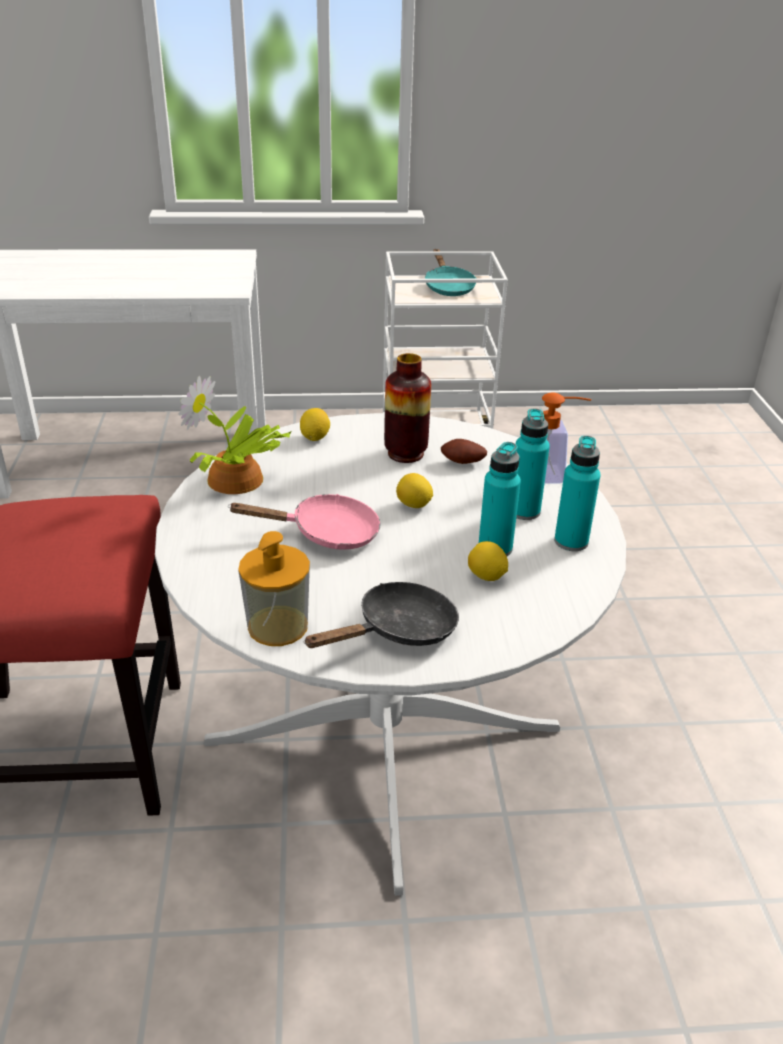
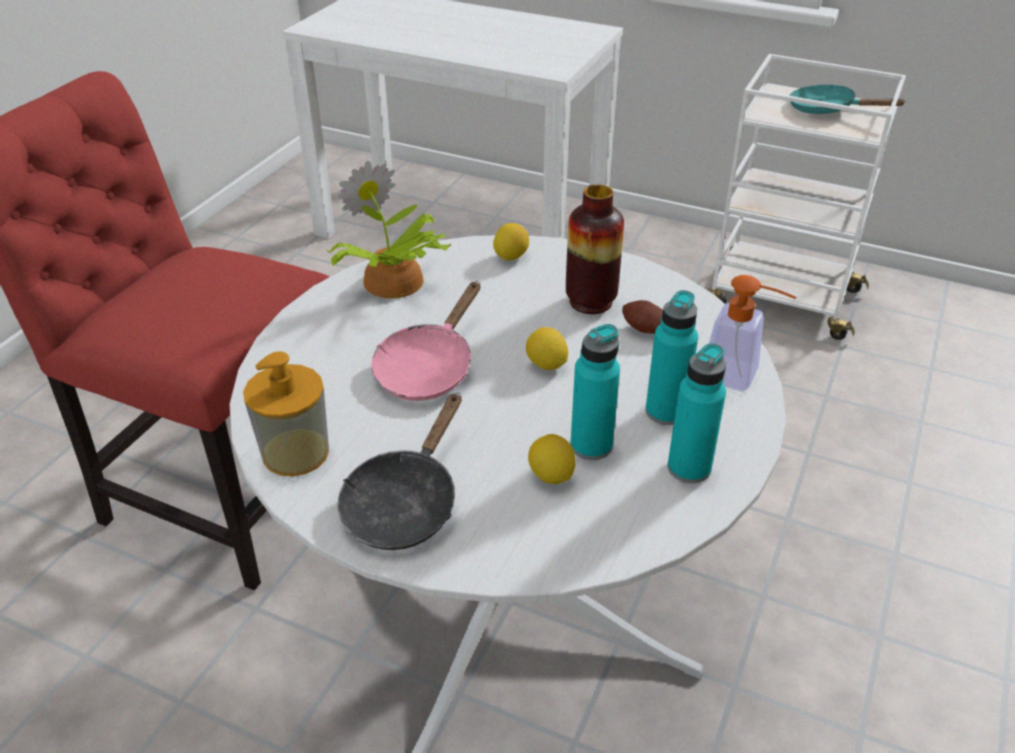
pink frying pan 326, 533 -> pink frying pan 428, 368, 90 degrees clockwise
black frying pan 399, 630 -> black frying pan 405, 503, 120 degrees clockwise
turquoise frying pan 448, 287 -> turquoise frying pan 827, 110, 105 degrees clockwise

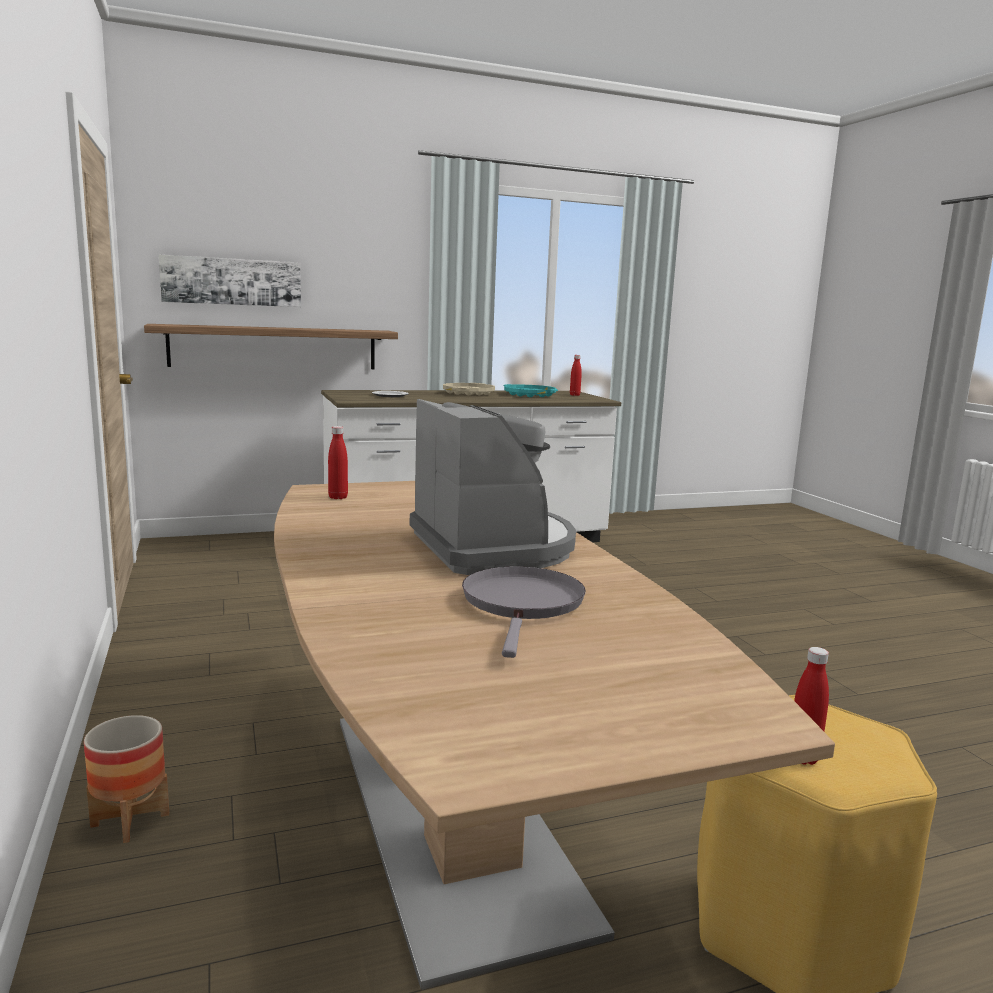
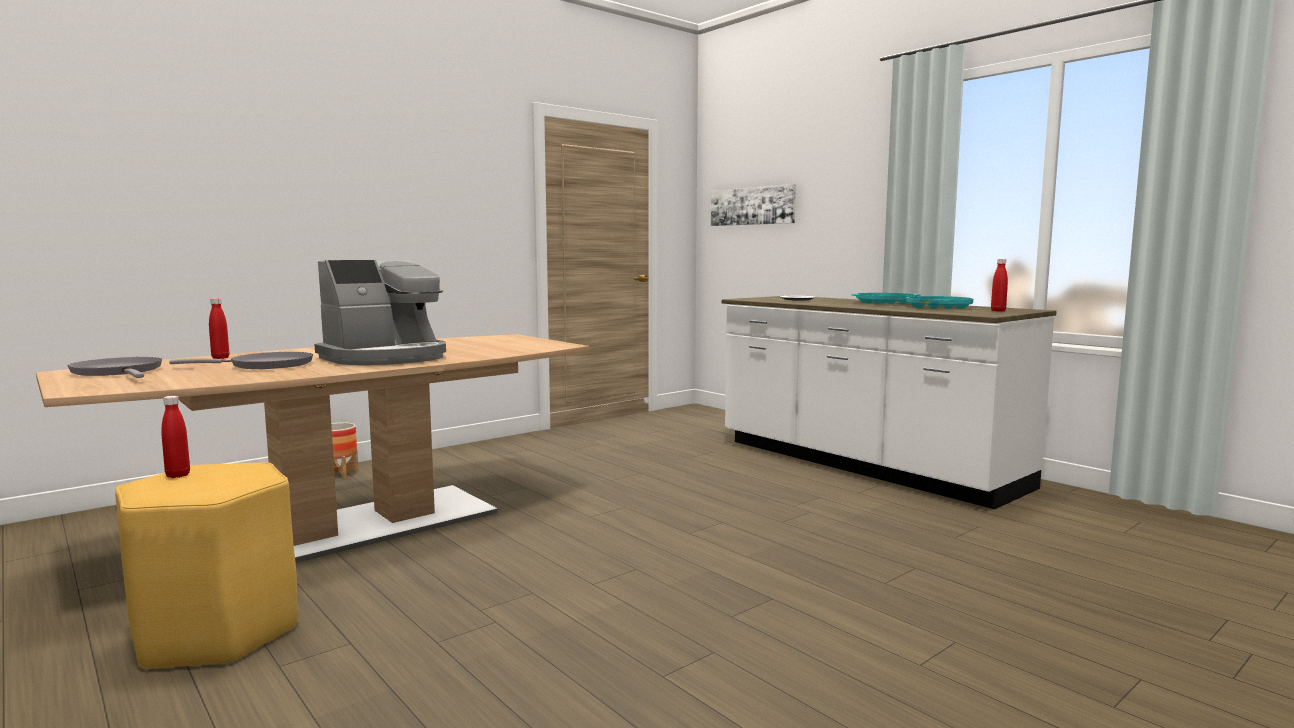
shelf 274, 347 -> none
none -> grey frying pan 119, 372
red bottle 338, 497 -> red bottle 220, 358, shifted
beige tray 468, 393 -> turquoise tray 885, 303

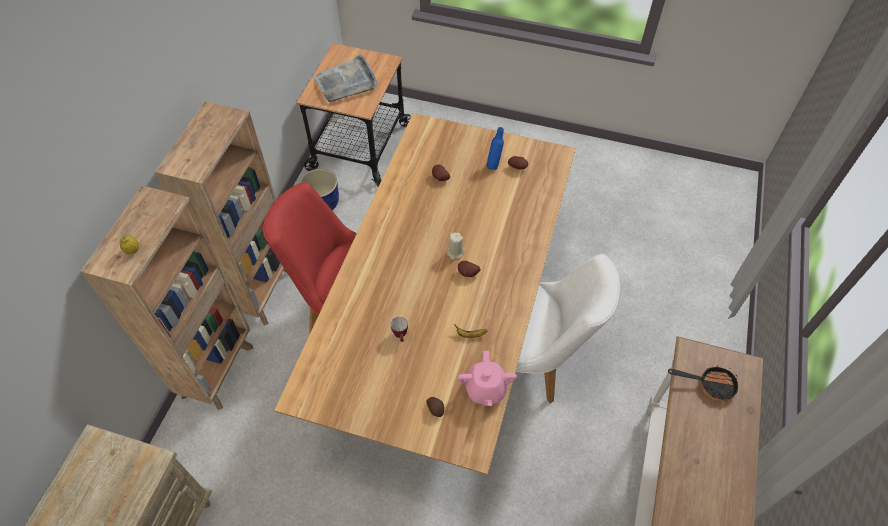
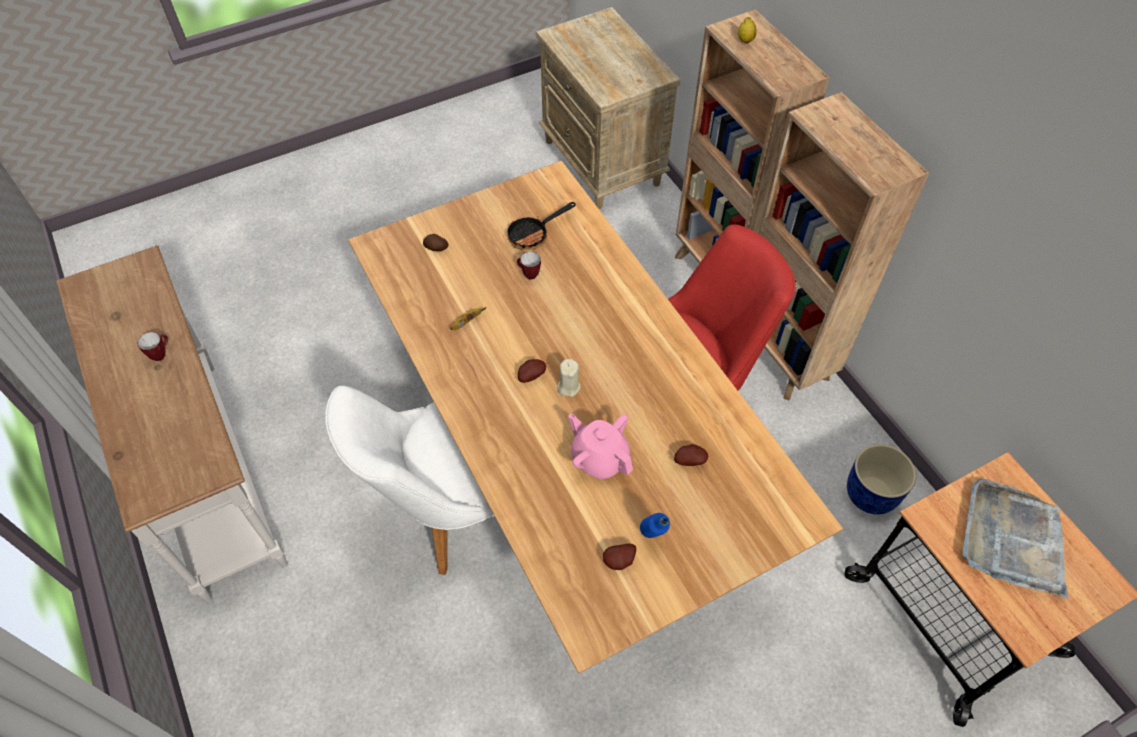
none -> mug 161, 354
pink teapot 485, 389 -> pink teapot 599, 458, shifted
frying pan 710, 384 -> frying pan 533, 235, shifted

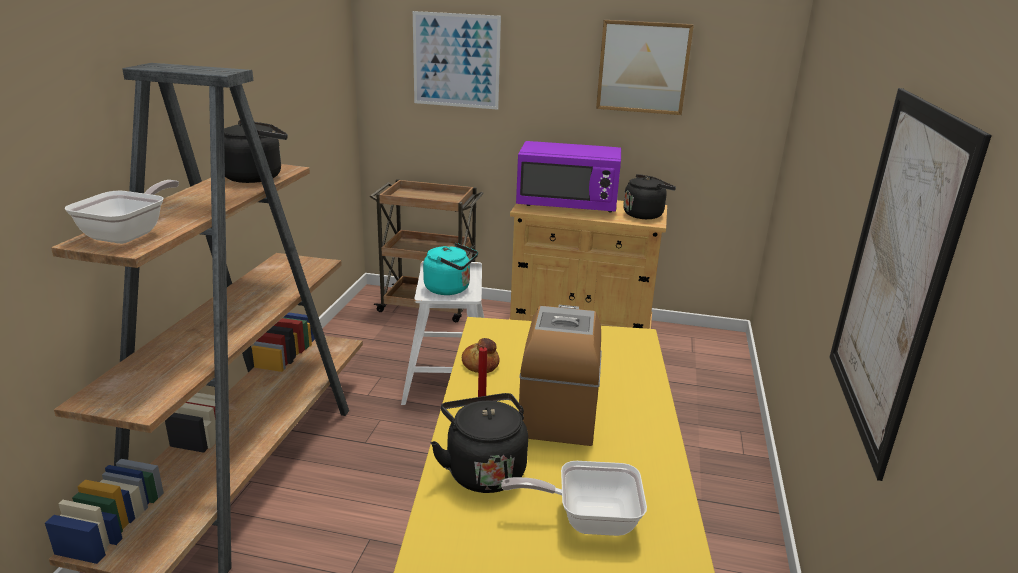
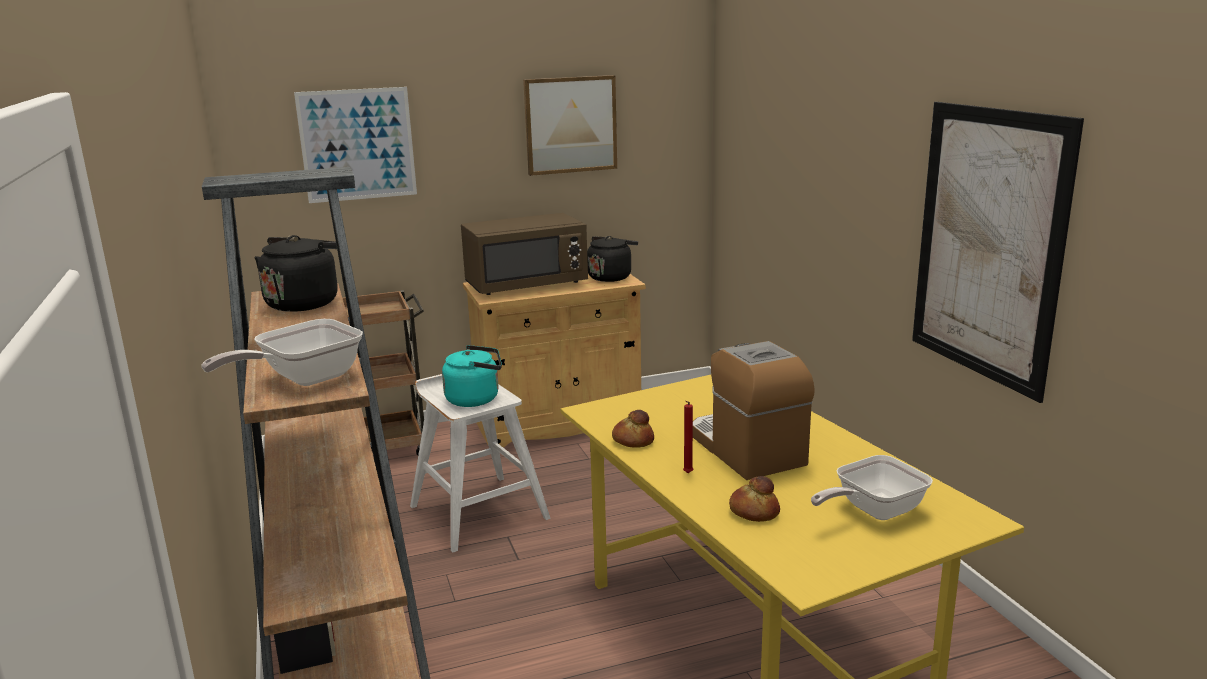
black kettle 483, 470 -> bread 754, 511
purple microwave 567, 205 -> brown microwave 526, 285
frying pan 130, 234 -> frying pan 303, 379, 120 degrees counterclockwise

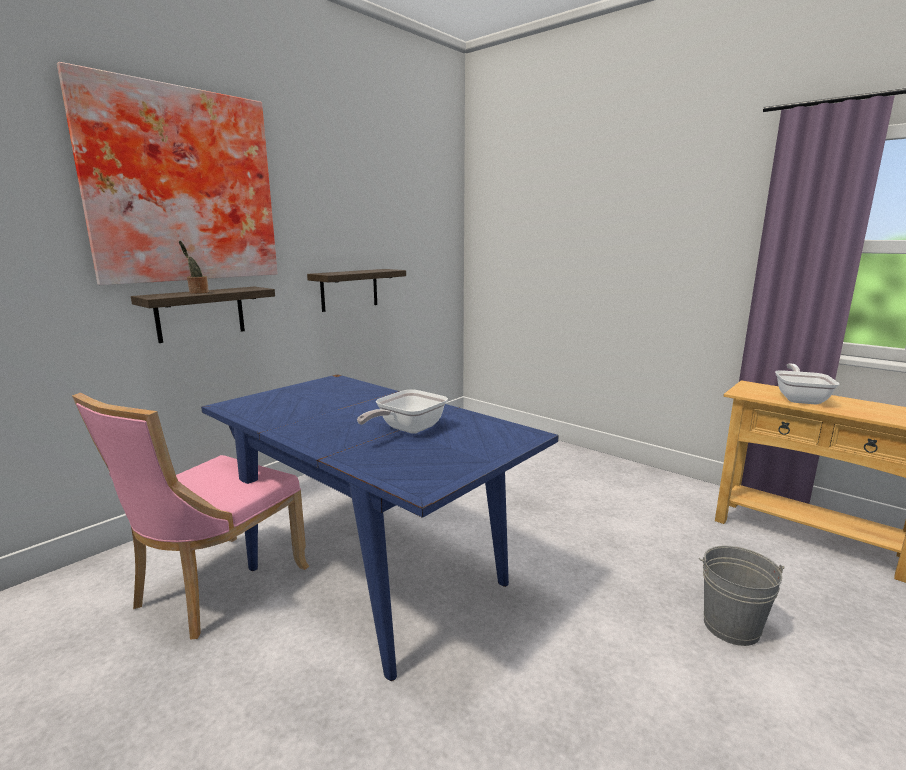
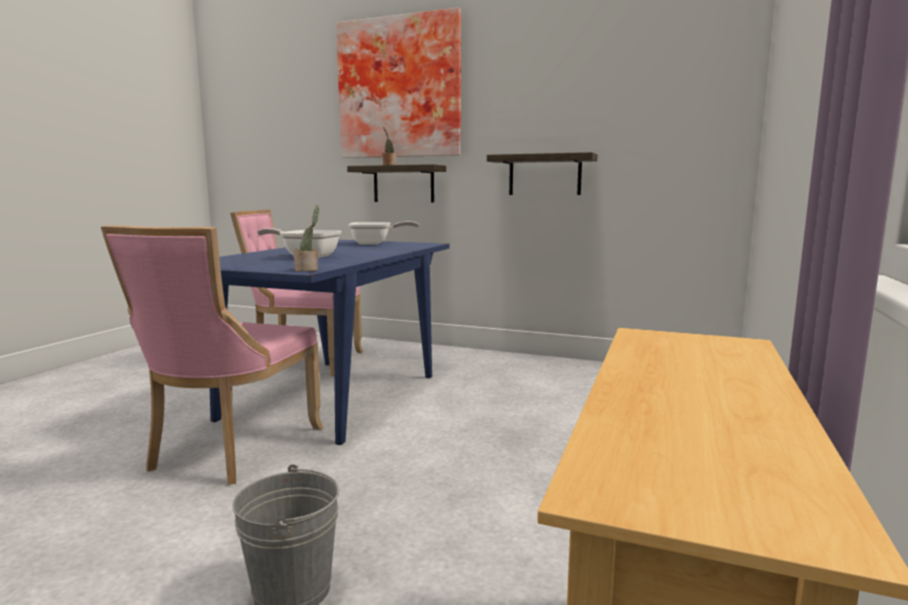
none -> pink chair 230, 449
none -> potted plant 308, 270
frying pan 800, 398 -> frying pan 375, 243, shifted

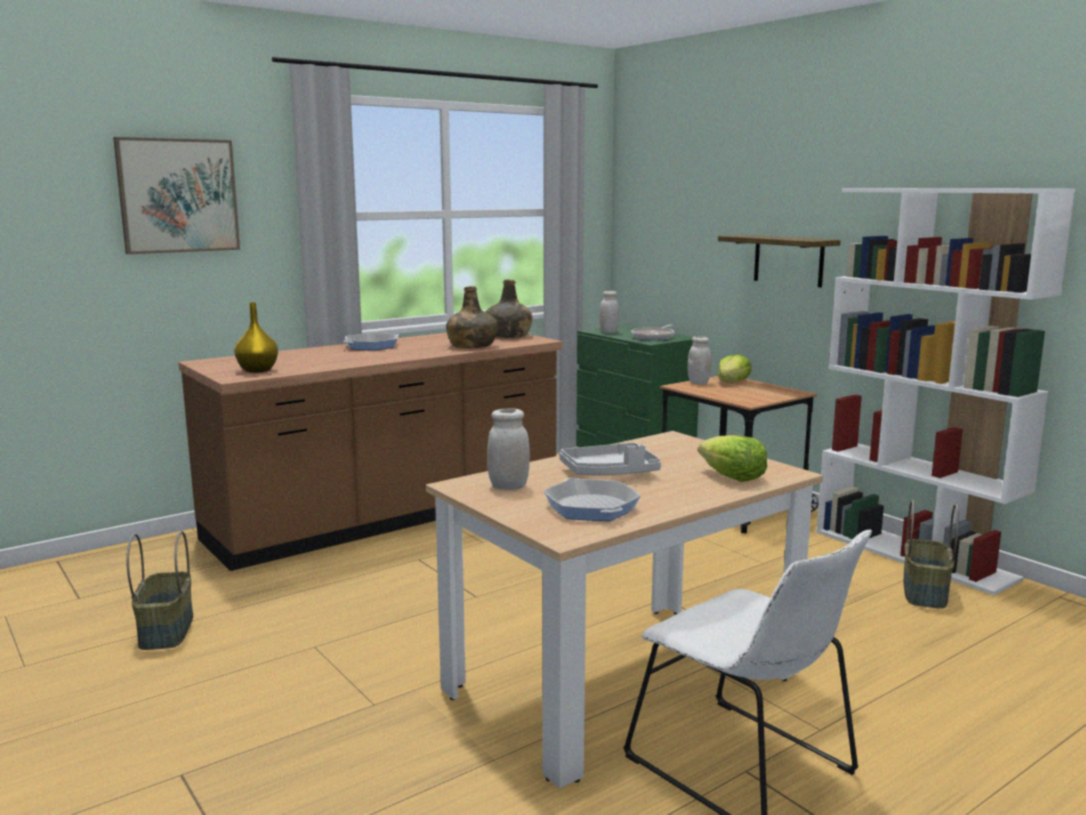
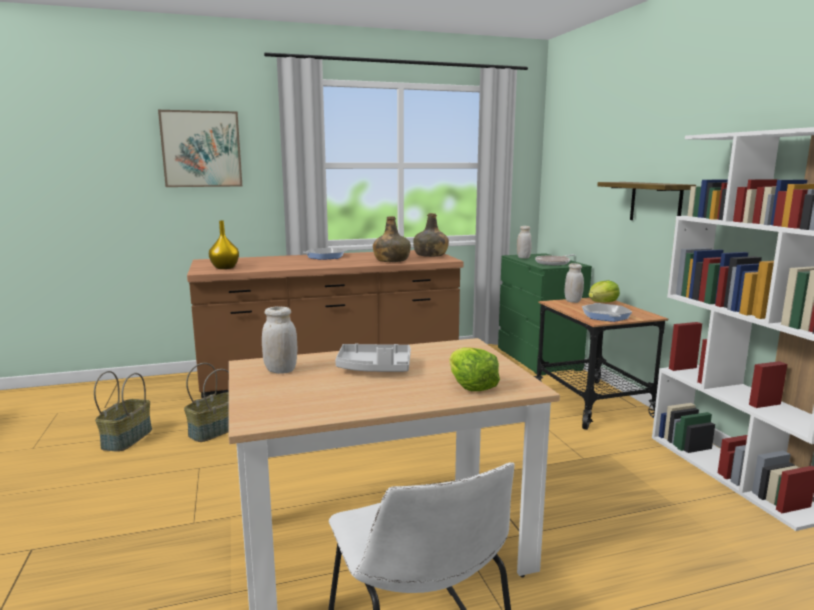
frying pan 591, 507 -> frying pan 605, 316, shifted
basket 923, 592 -> basket 215, 430, shifted

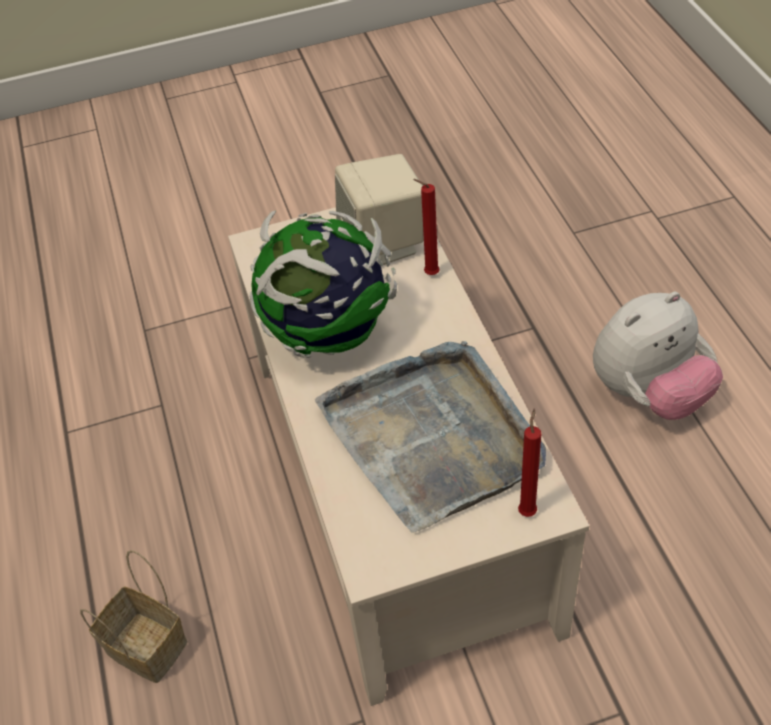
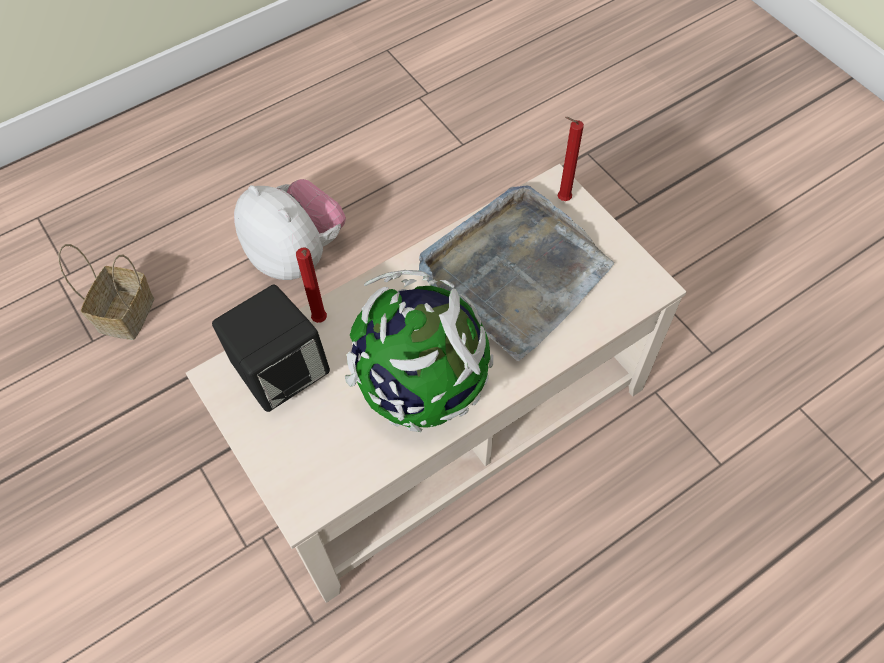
basket 150, 647 -> basket 126, 312, shifted
beige speaker 384, 243 -> black speaker 281, 373

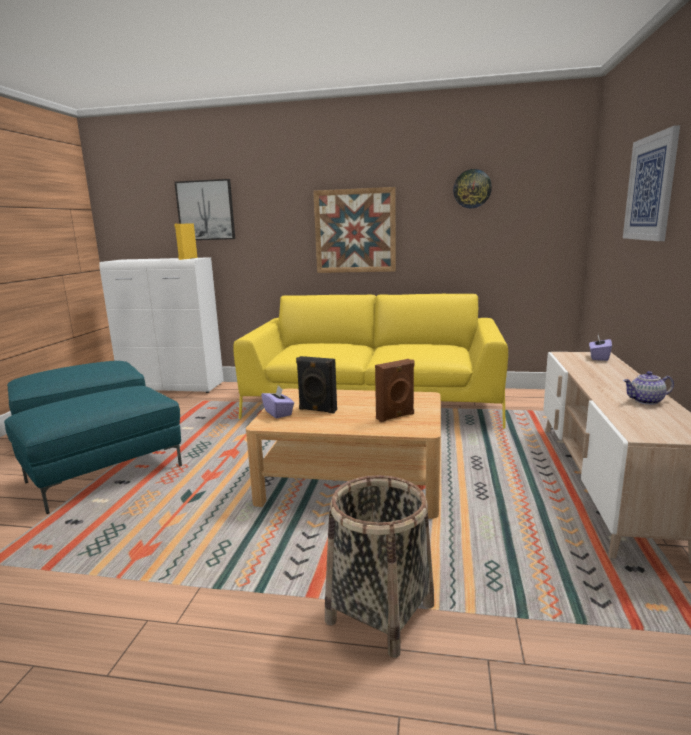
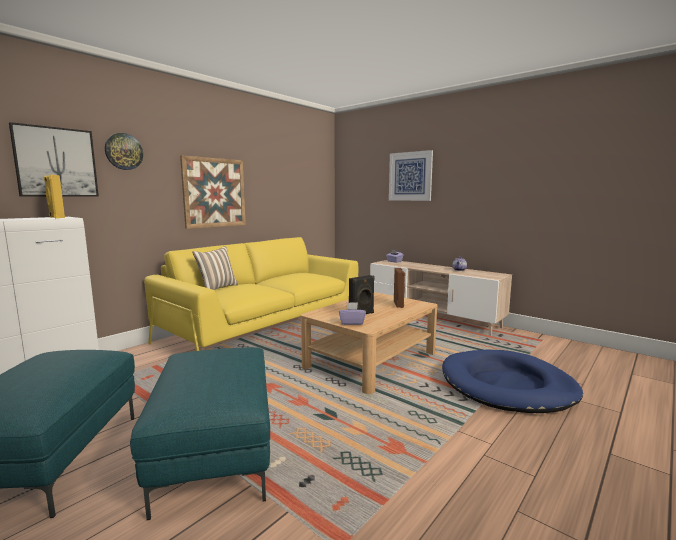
none -> pillow 217, 288
wall clock 472, 189 -> wall clock 124, 151, shifted
basket 380, 613 -> blue dog bed 507, 386

